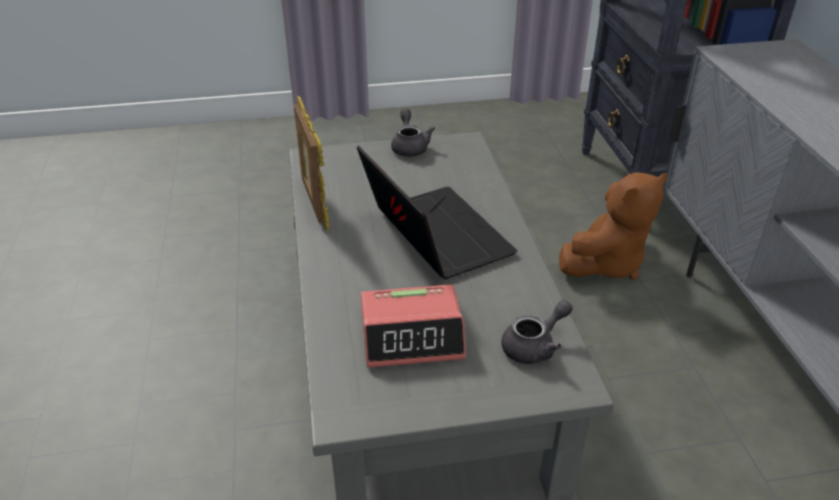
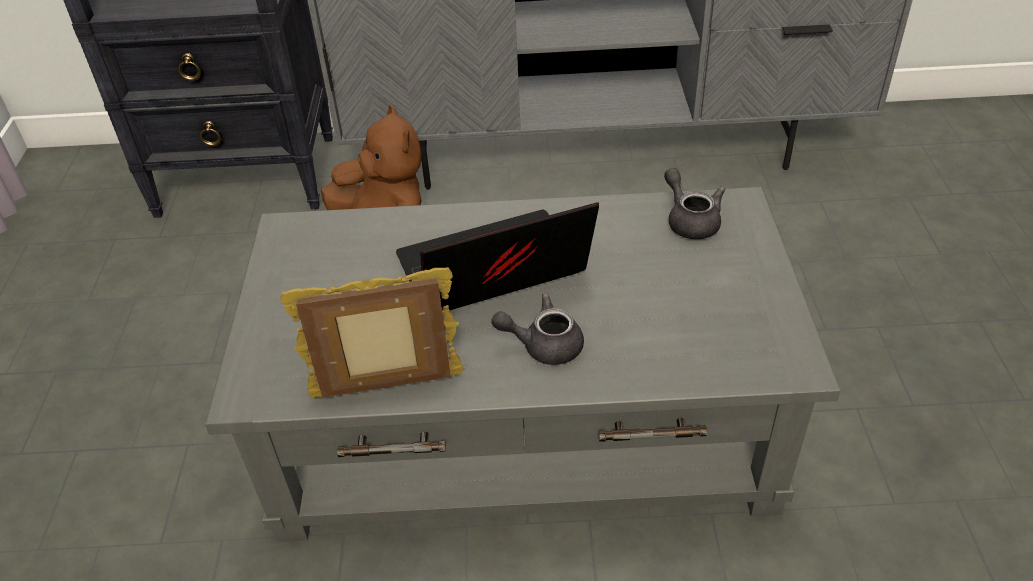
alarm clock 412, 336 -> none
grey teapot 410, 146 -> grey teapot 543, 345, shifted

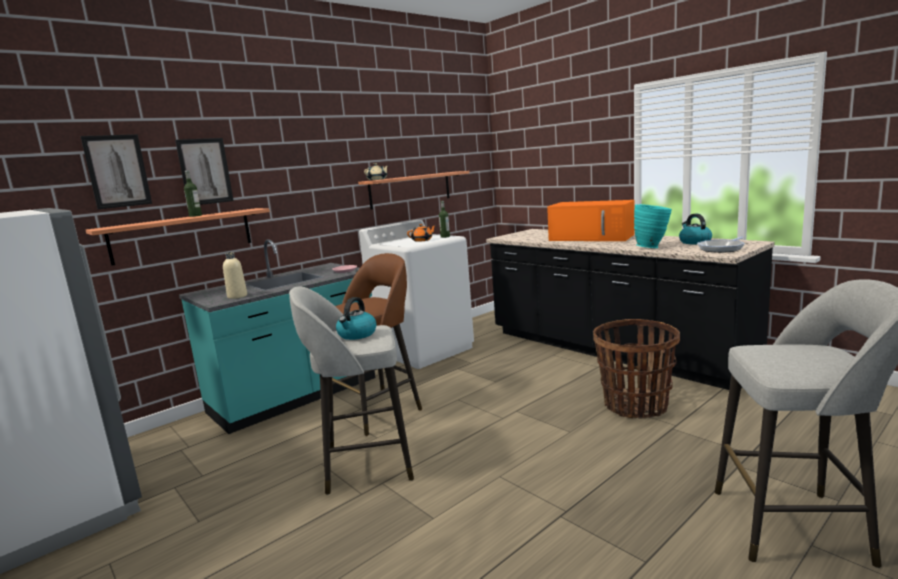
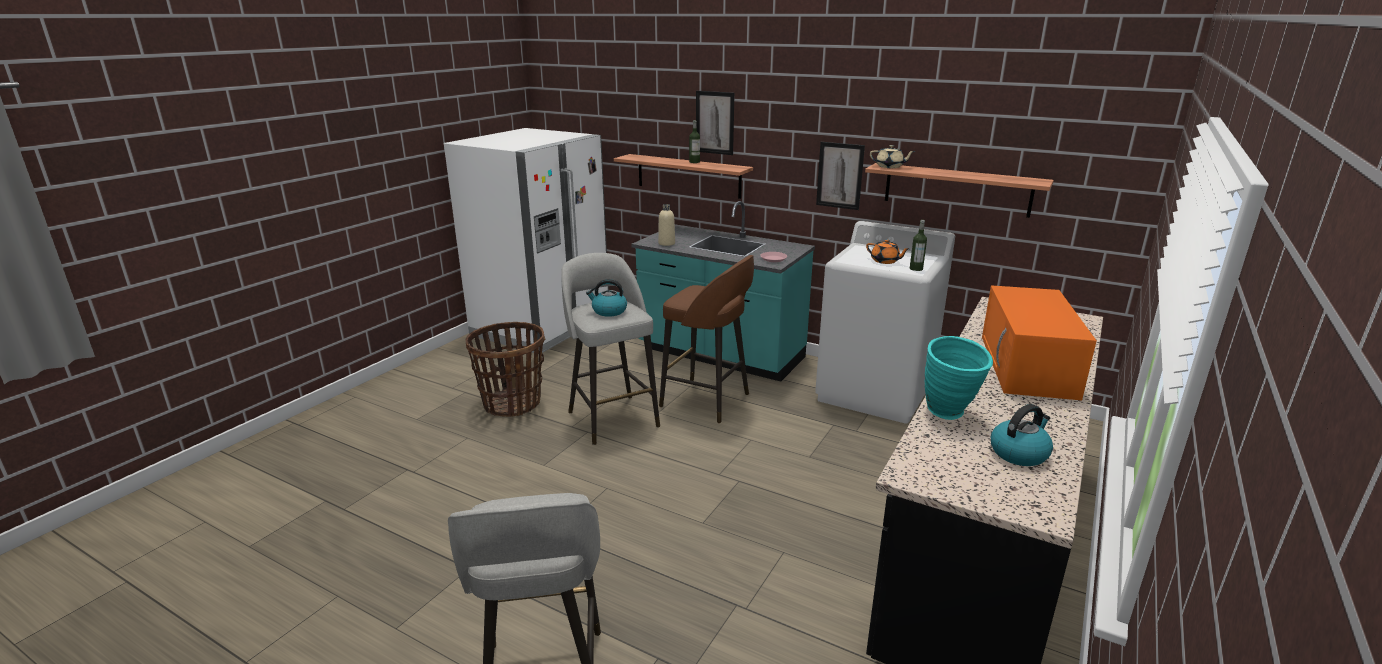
frying pan 721, 249 -> none
picture 117, 171 -> picture 840, 175, shifted
basket 635, 406 -> basket 512, 403, shifted

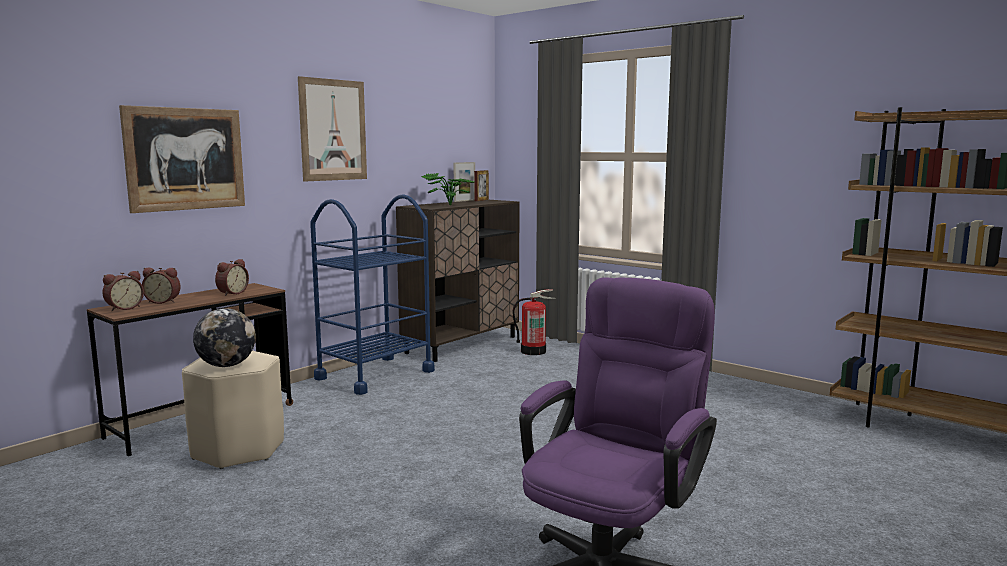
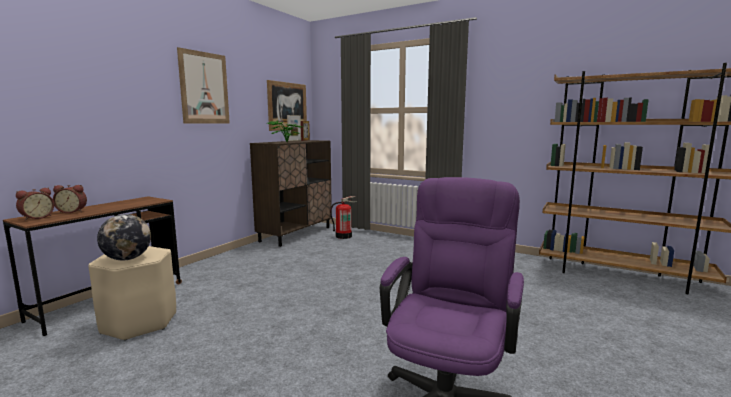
alarm clock 231, 293 -> none
blue cart 375, 375 -> none
picture 185, 159 -> picture 287, 106, shifted

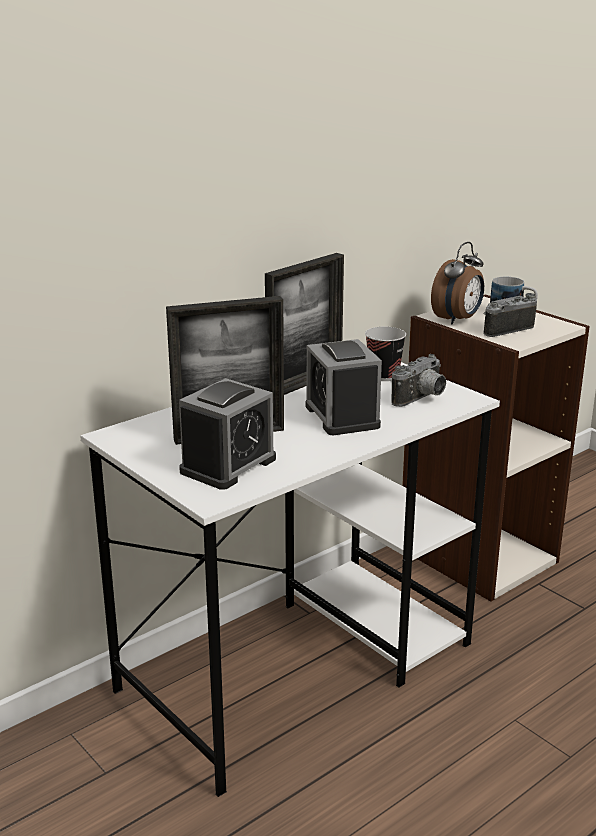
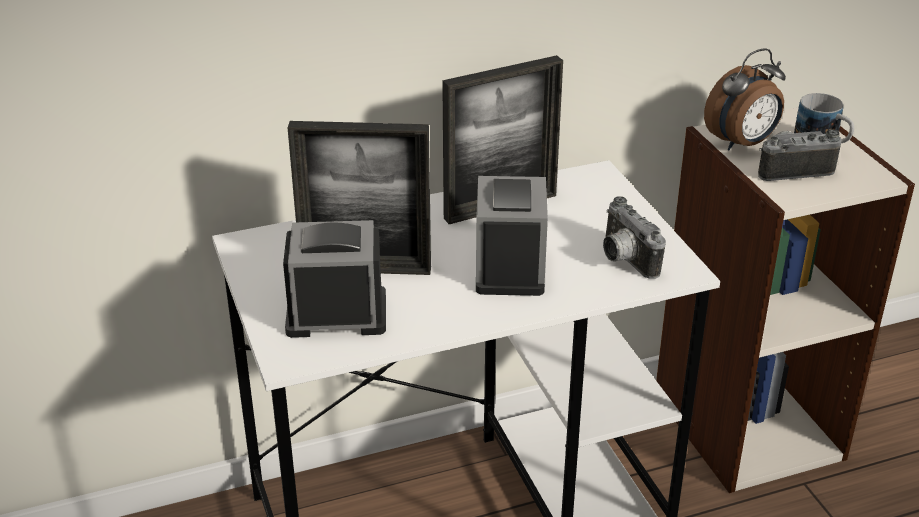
cup 383, 376 -> none
alarm clock 228, 465 -> alarm clock 336, 314, 150 degrees counterclockwise
photo camera 422, 399 -> photo camera 623, 259, 90 degrees clockwise

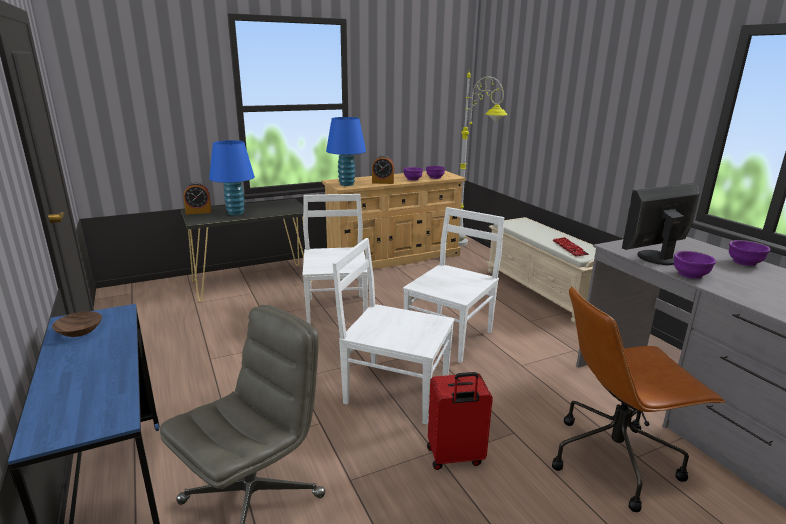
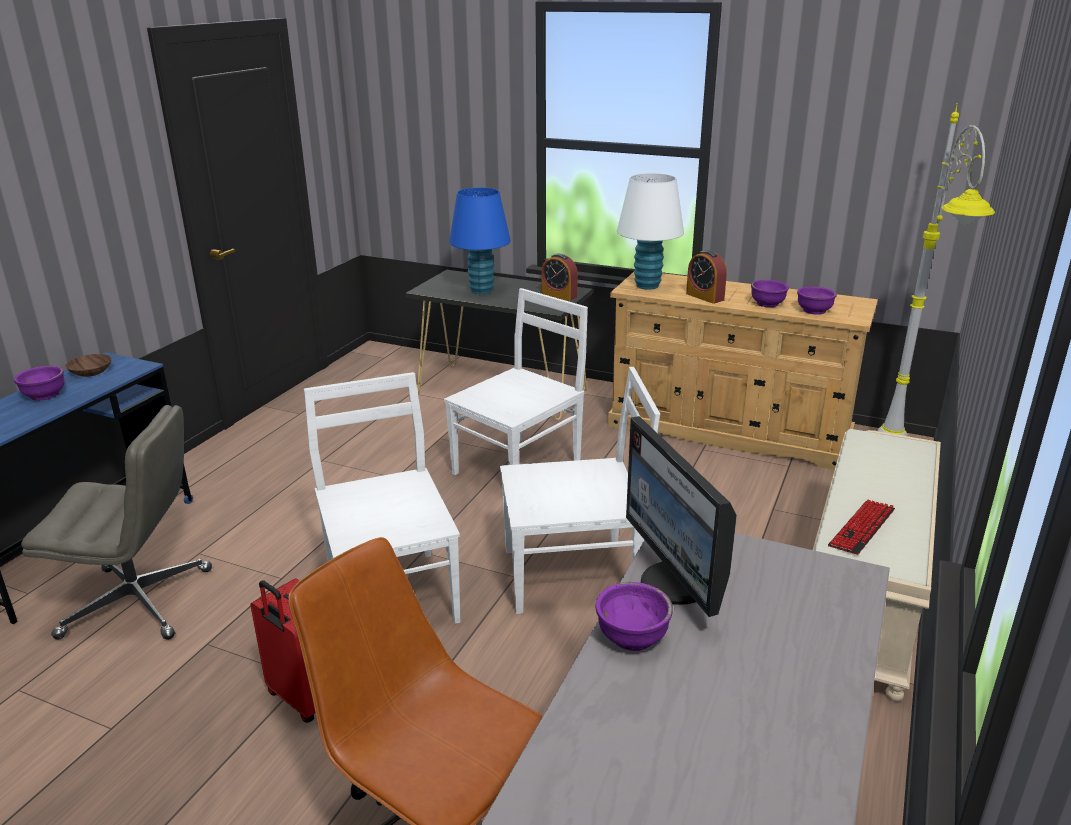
alarm clock 198, 212 -> alarm clock 559, 295, shifted
purple bowl 745, 262 -> purple bowl 45, 395, shifted
blue table lamp 347, 184 -> white table lamp 647, 286
monitor 654, 257 -> monitor 675, 584, 135 degrees counterclockwise

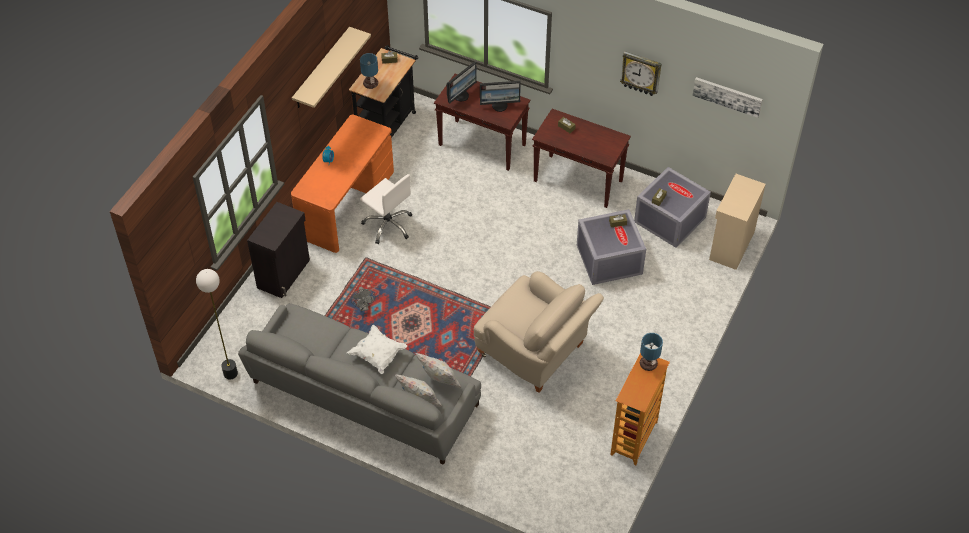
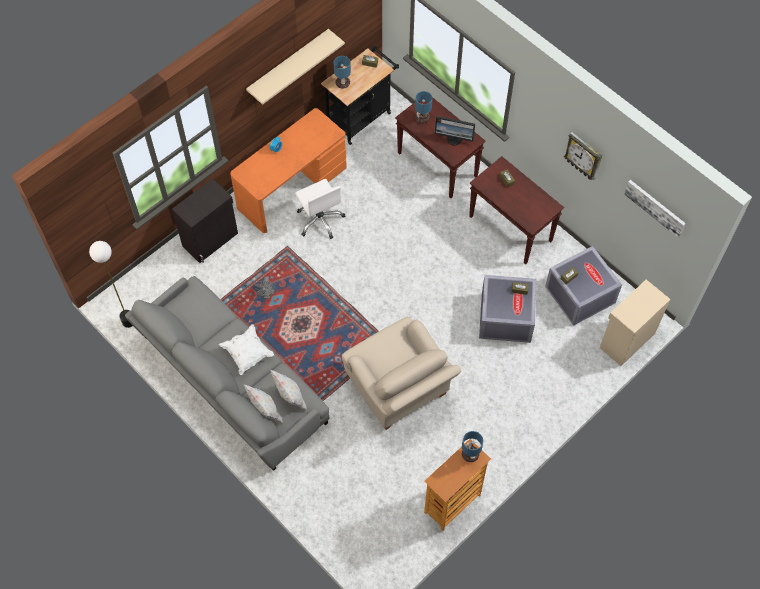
monitor 461, 95 -> table lamp 422, 117

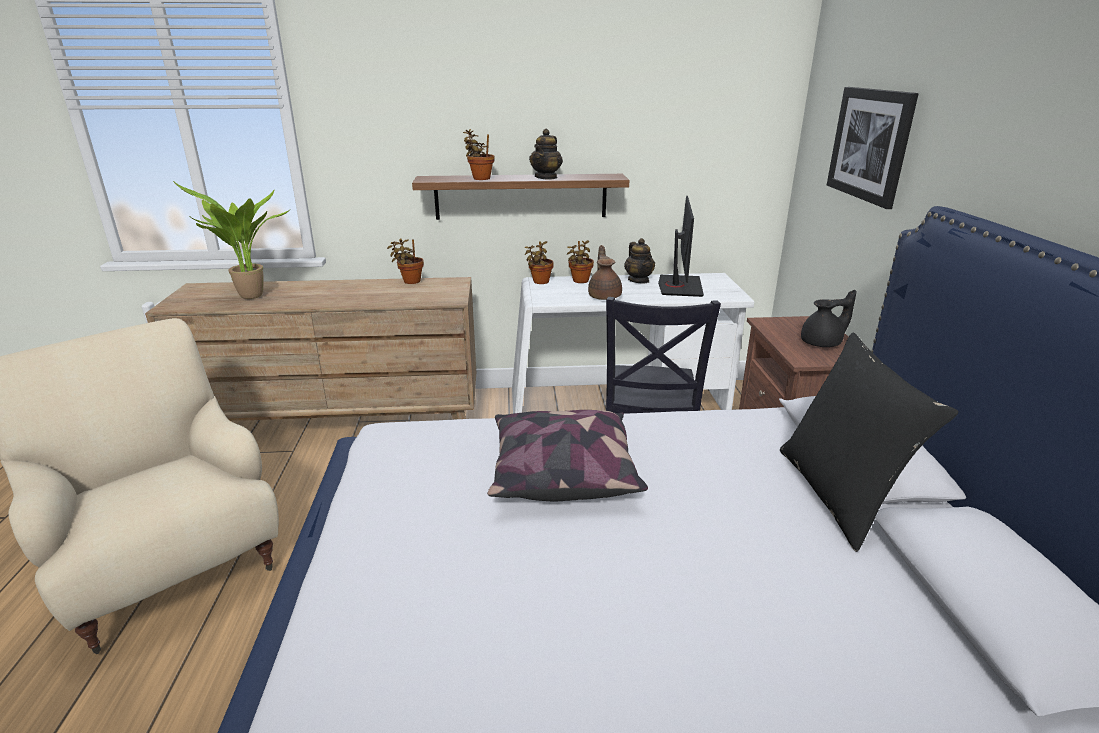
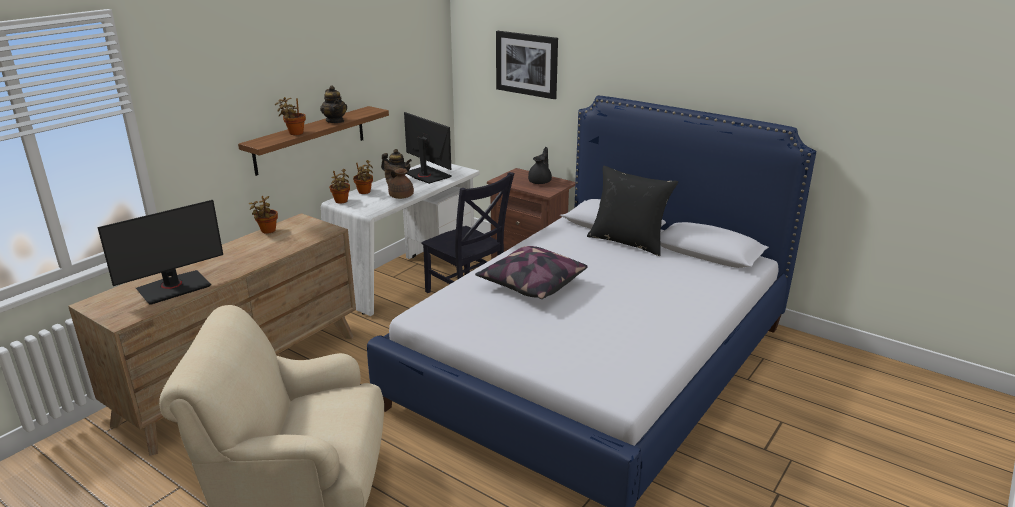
potted plant 250, 297 -> monitor 173, 287

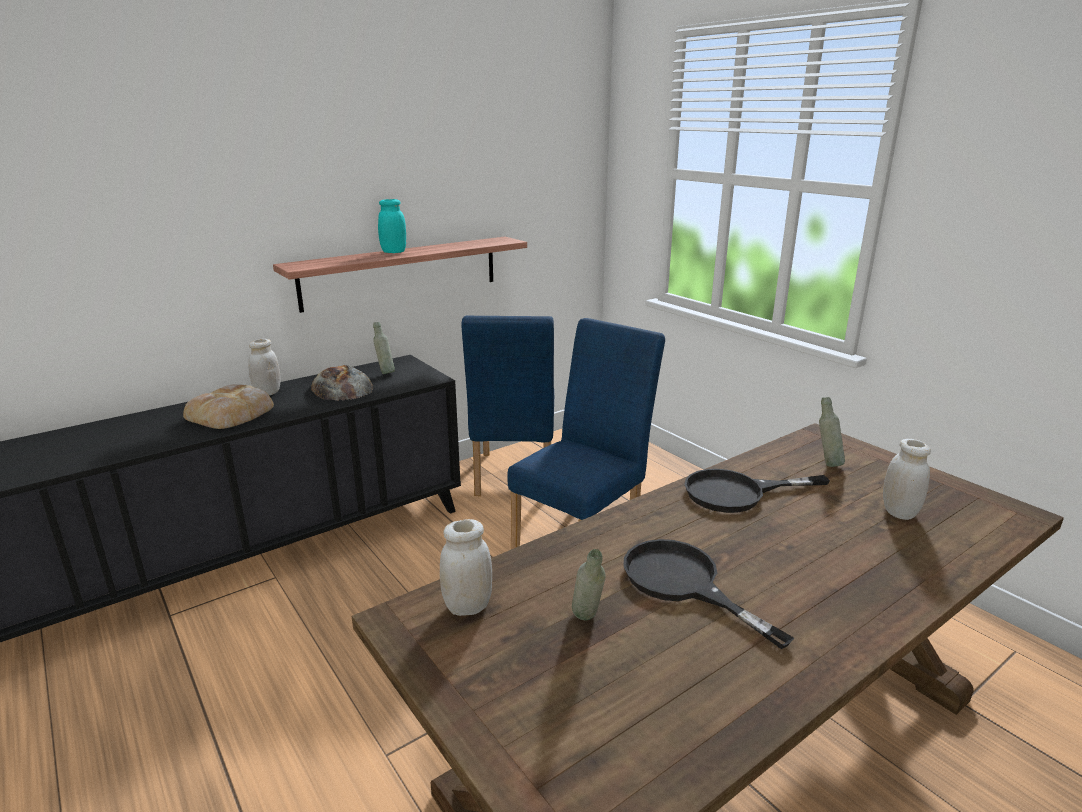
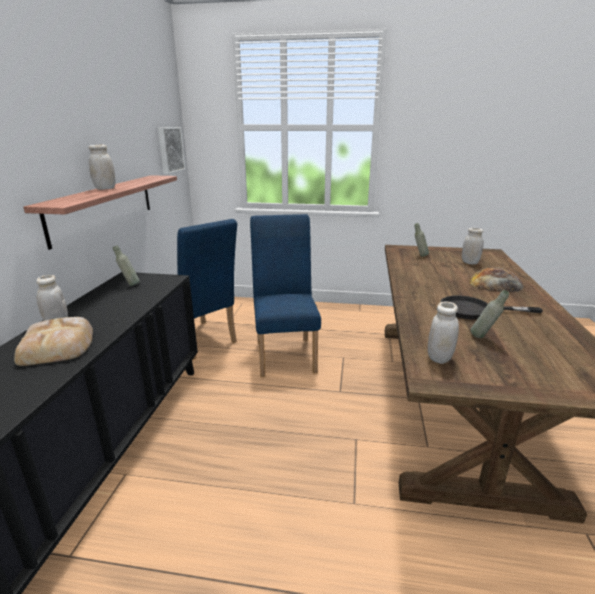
black frying pan 737, 493 -> none
none -> picture 170, 150
bread 342, 388 -> bread 495, 284, shifted
turquoise jar 393, 252 -> white jar 105, 189

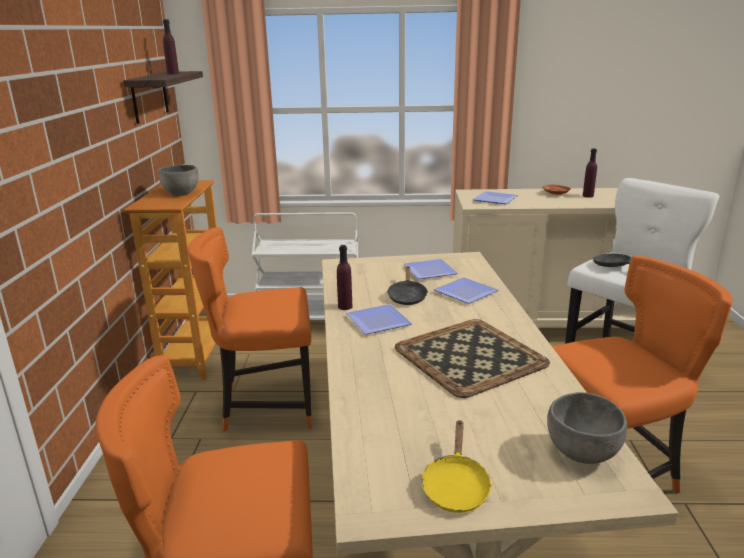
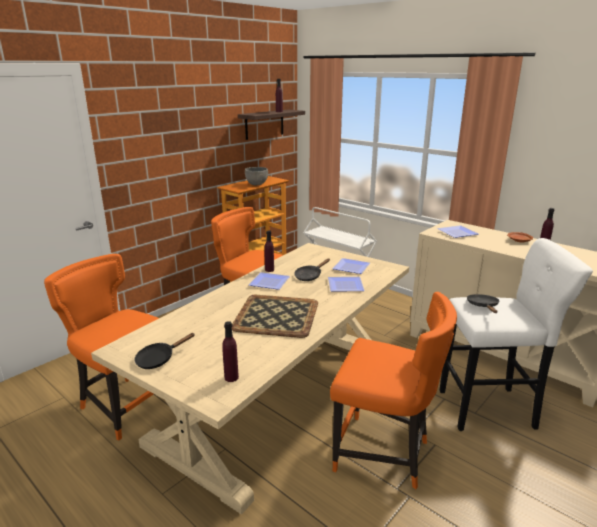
grey bowl 581, 453 -> purple bottle 231, 377
yellow frying pan 455, 486 -> black frying pan 159, 359

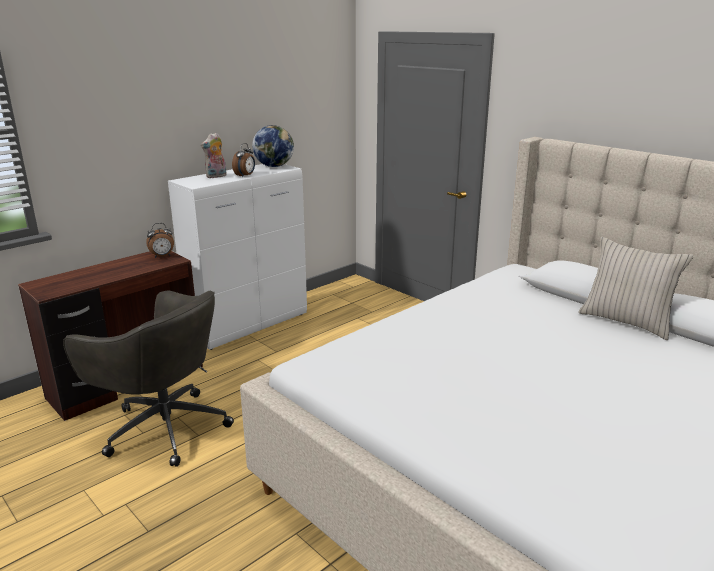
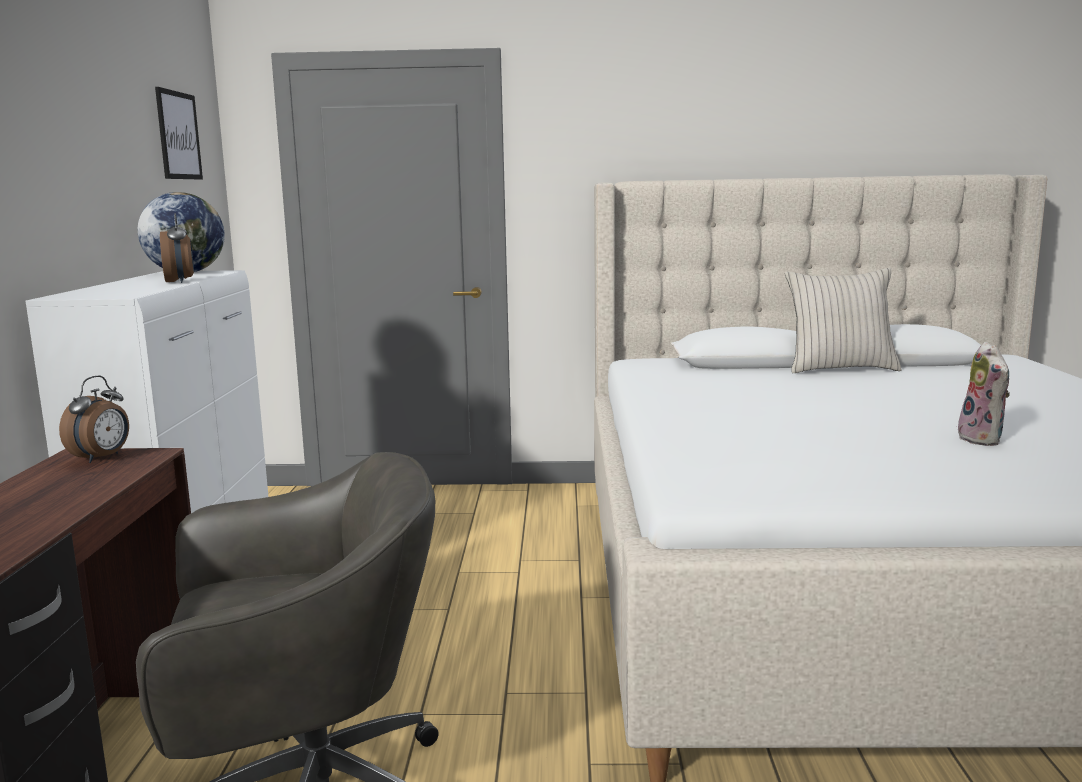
none -> picture 178, 135
plush toy 216, 176 -> plush toy 983, 440, shifted

